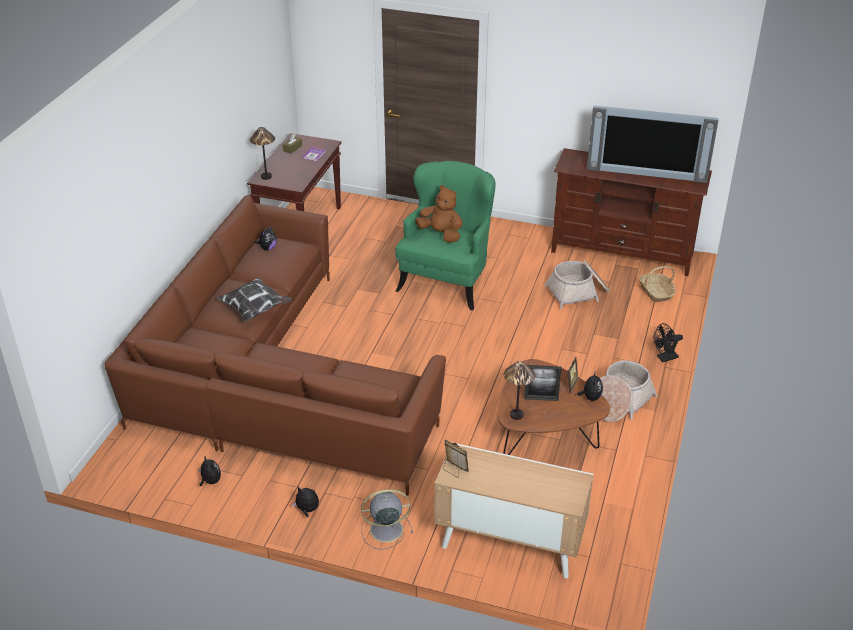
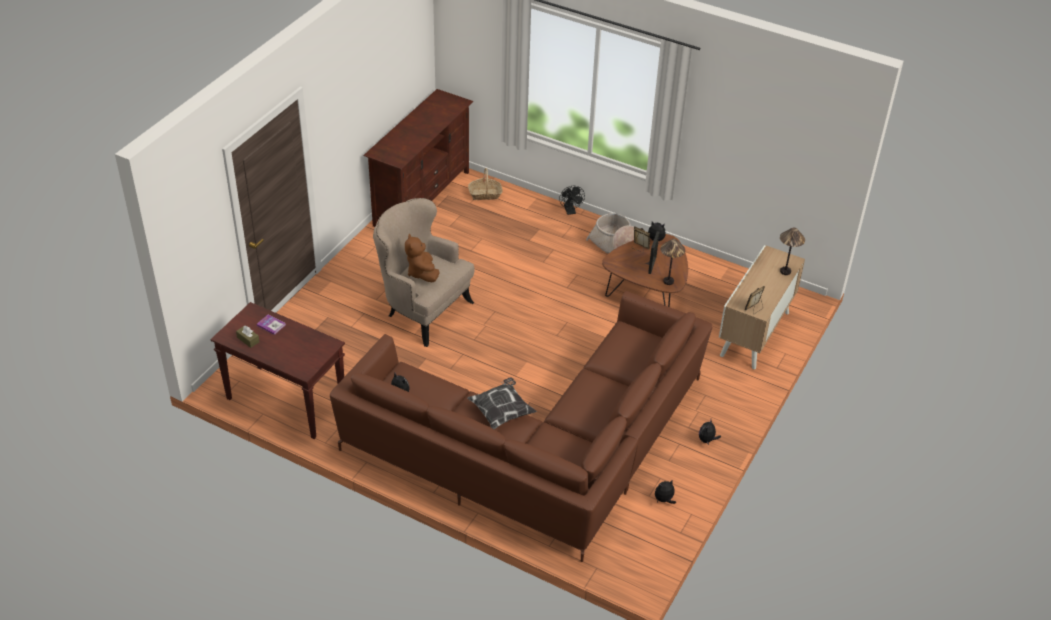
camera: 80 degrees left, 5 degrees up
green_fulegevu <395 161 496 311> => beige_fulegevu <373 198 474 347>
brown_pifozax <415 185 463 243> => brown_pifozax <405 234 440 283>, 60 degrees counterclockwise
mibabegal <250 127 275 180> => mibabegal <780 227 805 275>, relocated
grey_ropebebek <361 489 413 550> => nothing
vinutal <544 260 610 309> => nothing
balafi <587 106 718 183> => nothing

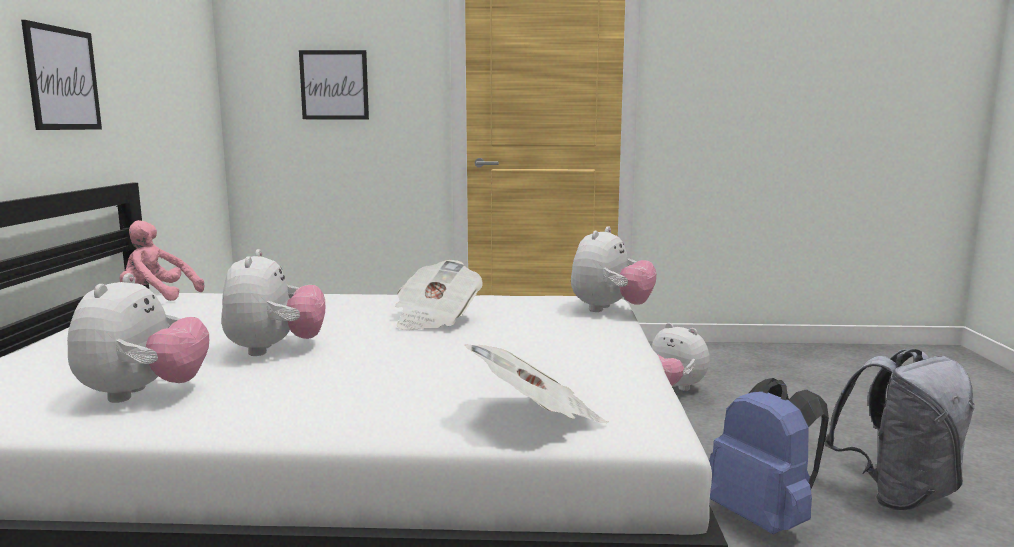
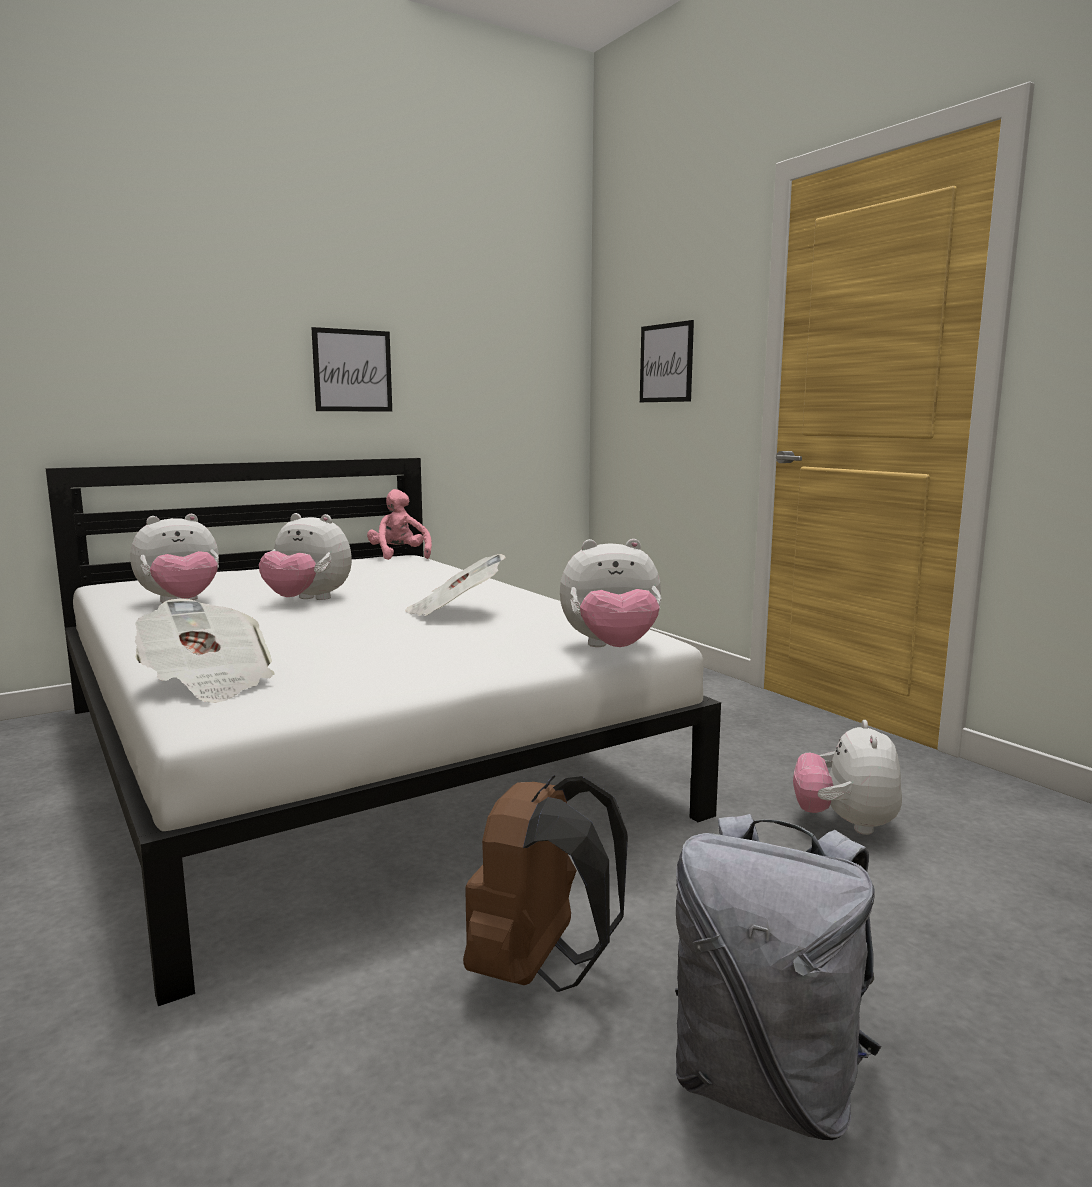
camera: 55 degrees right, 0 degrees up
pifozax <221 249 325 356> => pifozax <259 513 352 600>, 60 degrees clockwise
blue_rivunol <709 378 829 534> => brown_rivunol <463 775 628 992>

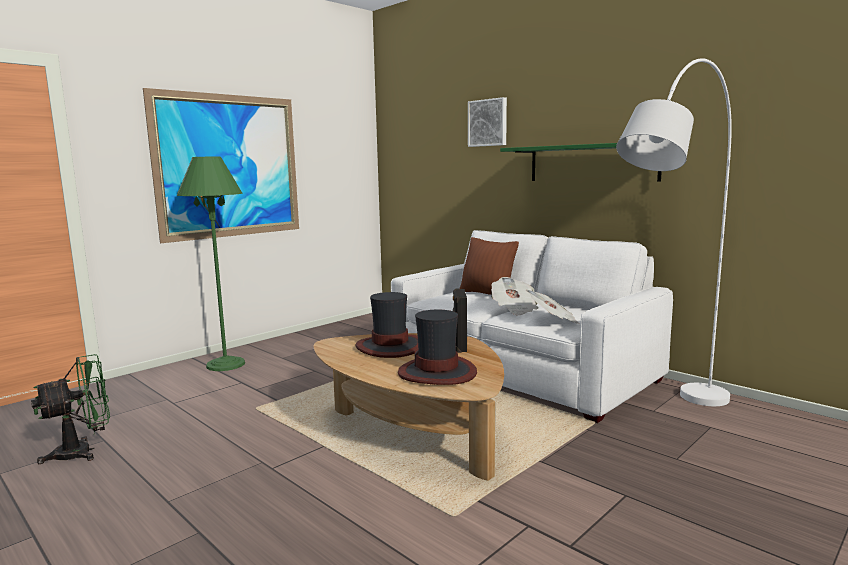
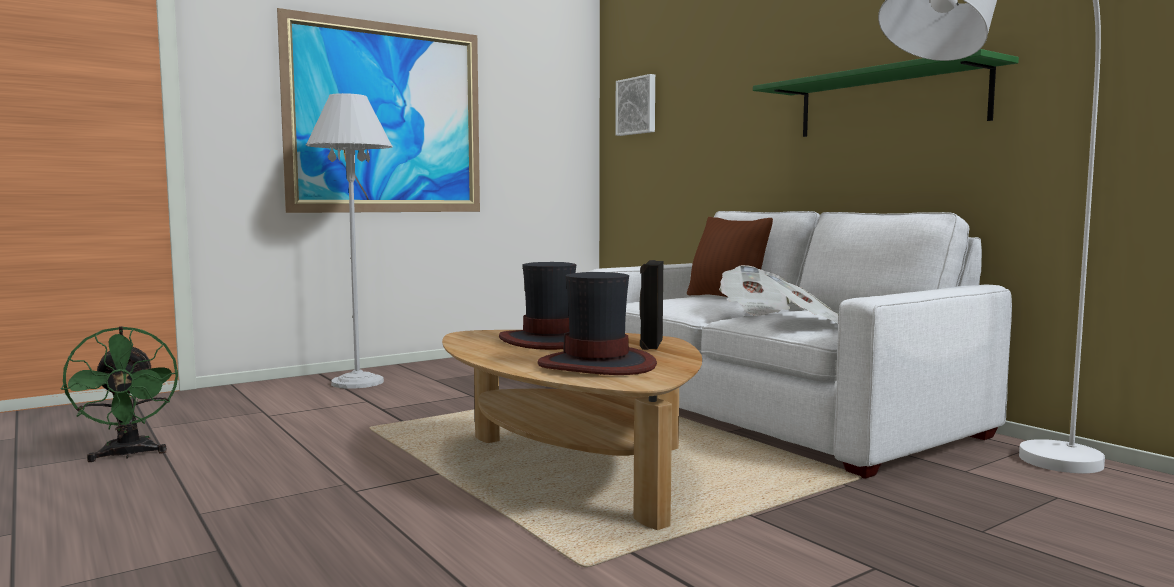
camera: 10 degrees right, 5 degrees down
green_ropebebek <31 354 110 464> => green_ropebebek <61 326 178 462>, 90 degrees clockwise
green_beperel <177 157 245 371> => white_beperel <306 93 393 389>
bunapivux <468 97 507 147> => bunapivux <615 74 655 136>, relocated

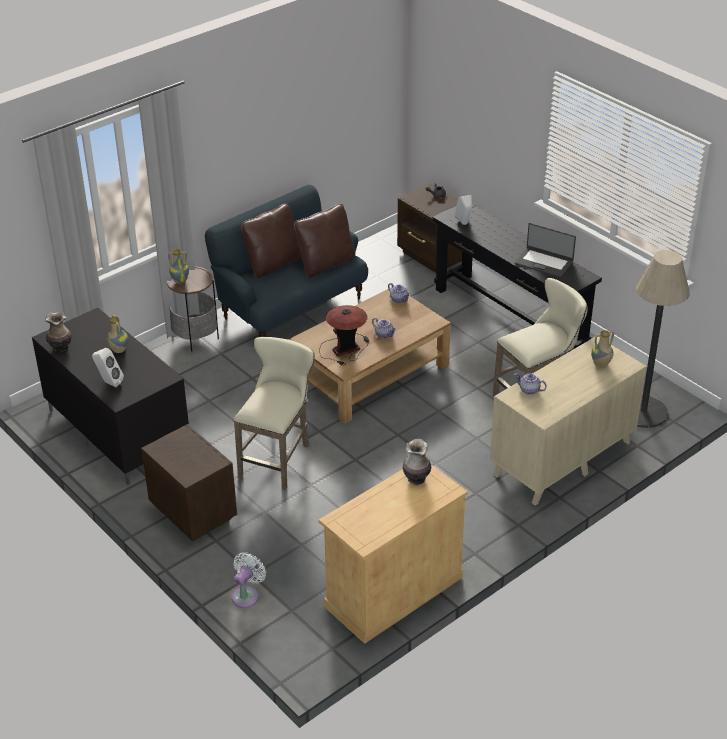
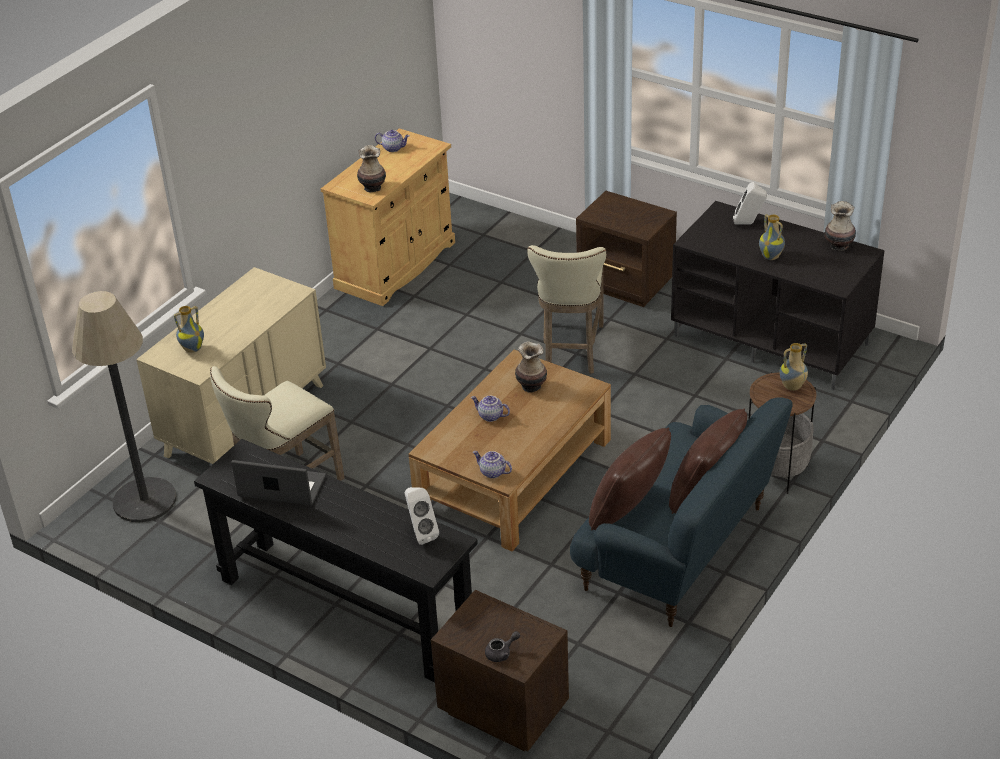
camera: 165 degrees right, 0 degrees up
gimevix <515 373 547 395> => gimevix <375 130 409 152>, relocated
mibabegal <319 305 369 366> => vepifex <515 341 547 393>
white_ropebebek <232 552 266 608> => nothing

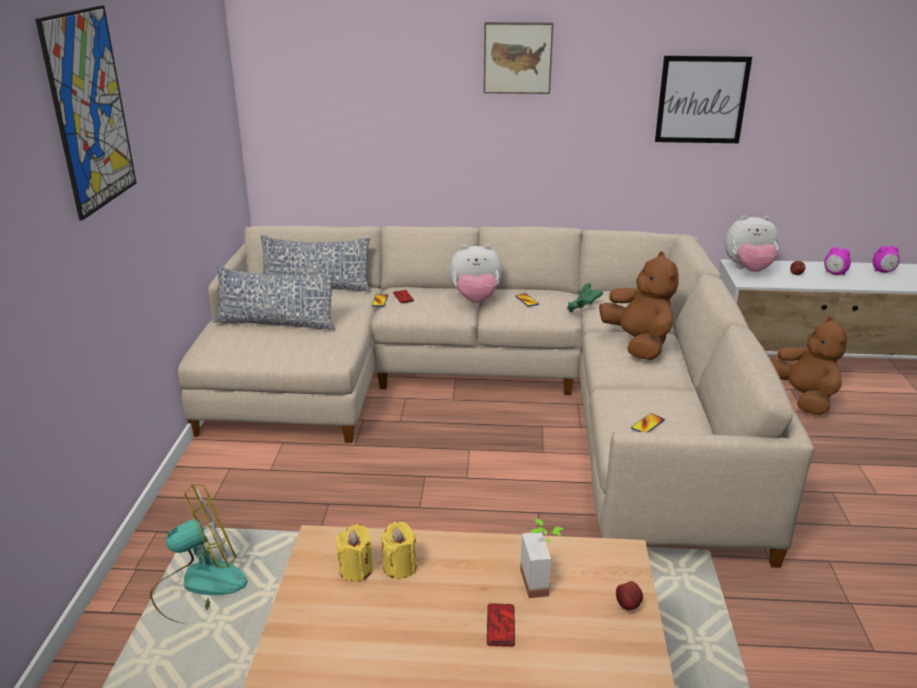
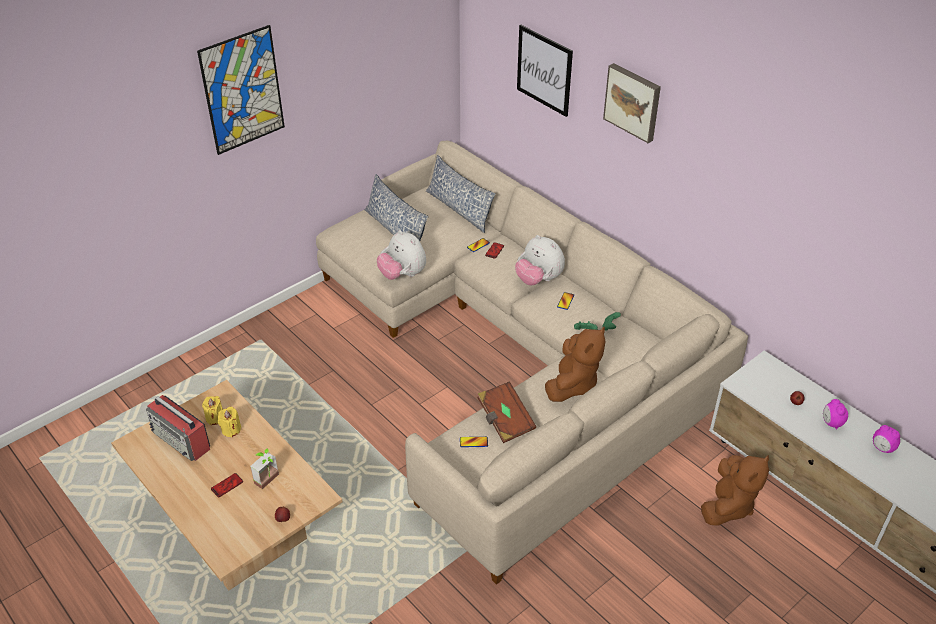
camera: 45 degrees right, 15 degrees up
nothing => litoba <146 395 210 461>
pifozax <724 215 779 272> => pifozax <377 230 426 280>, relocated
nothing => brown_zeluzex <477 381 537 443>
bunapivux <655 55 752 143> => bunapivux <517 25 573 117>, relocated
ropebebek <150 484 248 624> => nothing

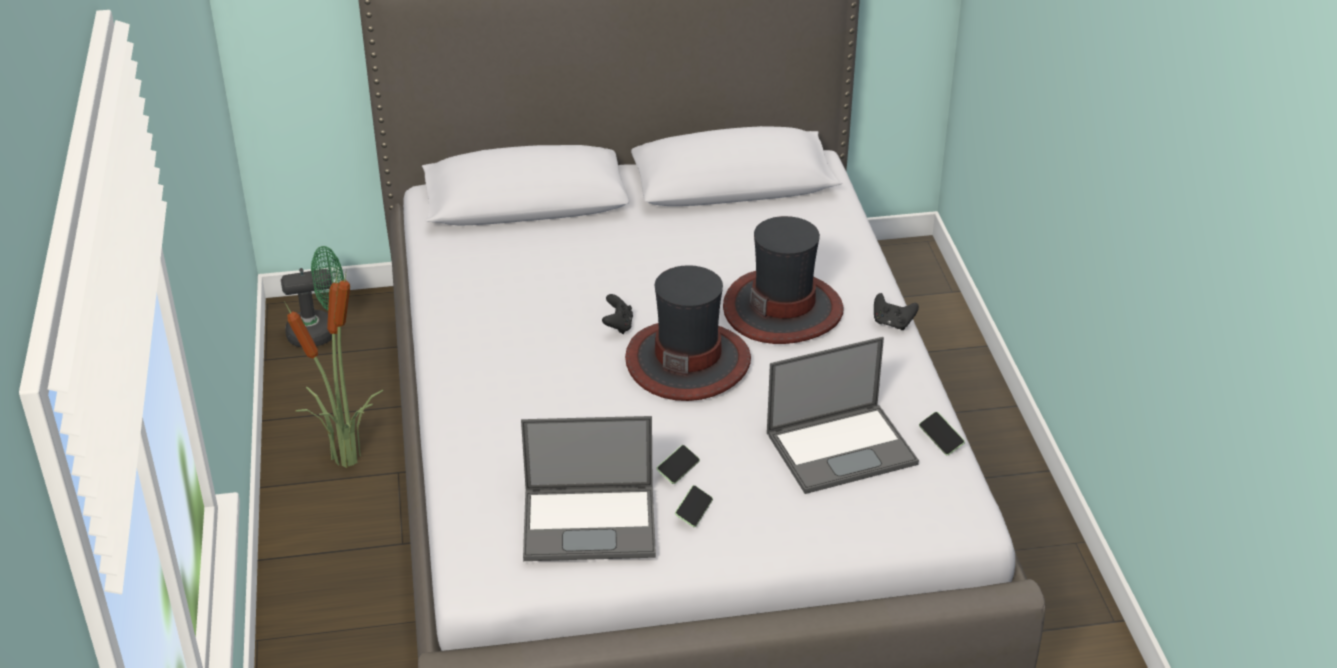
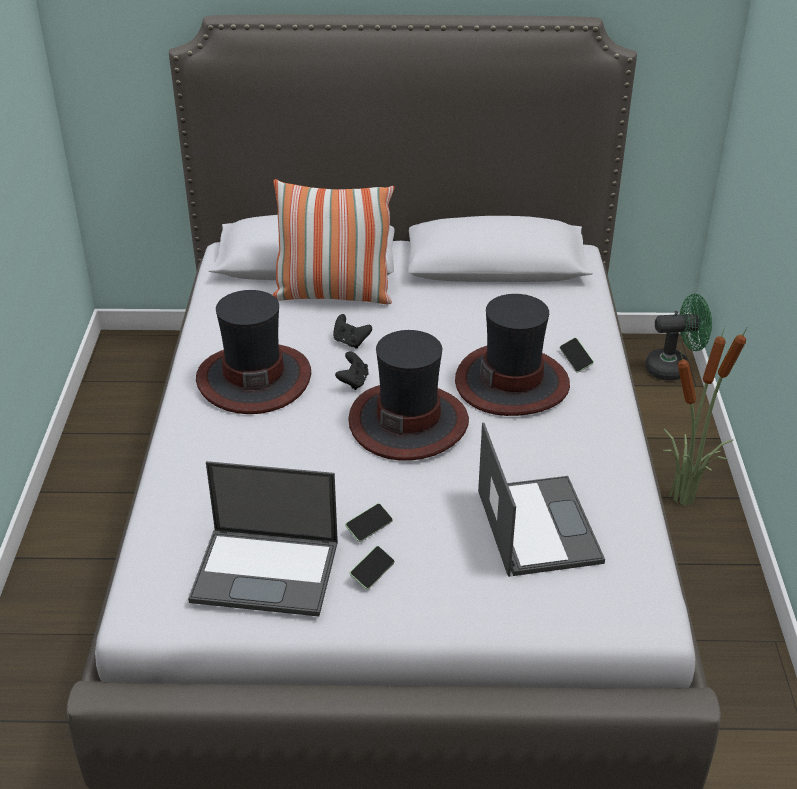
camera: 10 degrees right, 0 degrees up
nothing => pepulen <196 290 311 414>
nothing => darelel <273 179 394 304>
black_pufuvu <874 293 919 330> => black_pufuvu <333 314 372 349>, relocated
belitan <767 337 919 494> => belitan <478 423 605 577>, 90 degrees counterclockwise
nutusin <919 412 965 455> => nutusin <560 338 594 373>, relocated
green_ropebebek <281 246 344 347> => green_ropebebek <645 294 712 380>, relocated
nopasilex <284 273 383 468> => nopasilex <663 324 749 506>, relocated

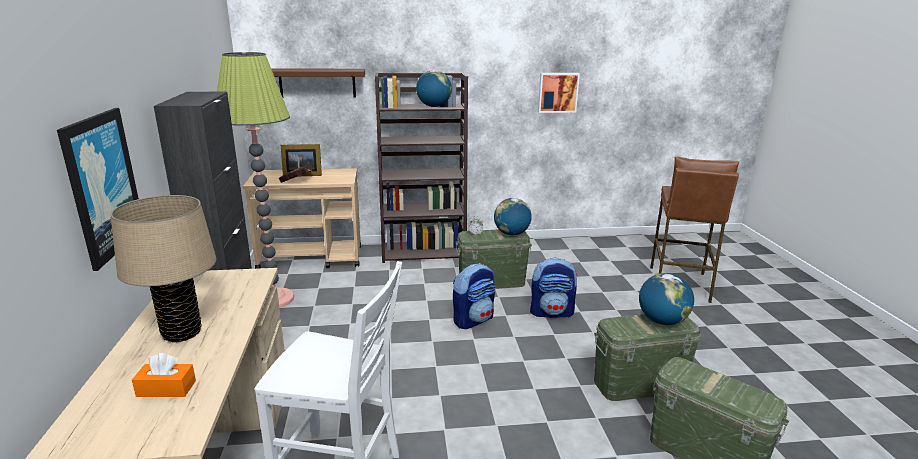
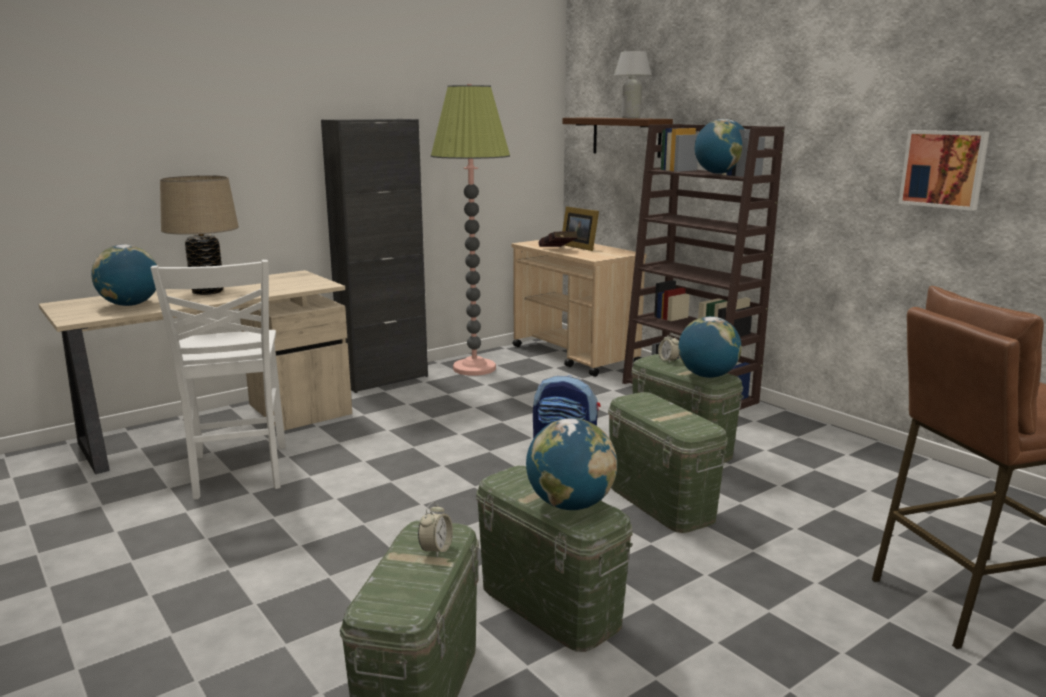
camera: 60 degrees right, 5 degrees down
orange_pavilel <132 353 196 397> => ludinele <91 244 157 306>
nothing => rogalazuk <418 502 453 557>
rivunol <530 258 578 318> => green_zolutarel <608 392 728 533>
nothing => white_mibabegal <614 51 652 118>
bunapivux <57 108 139 271> => nothing

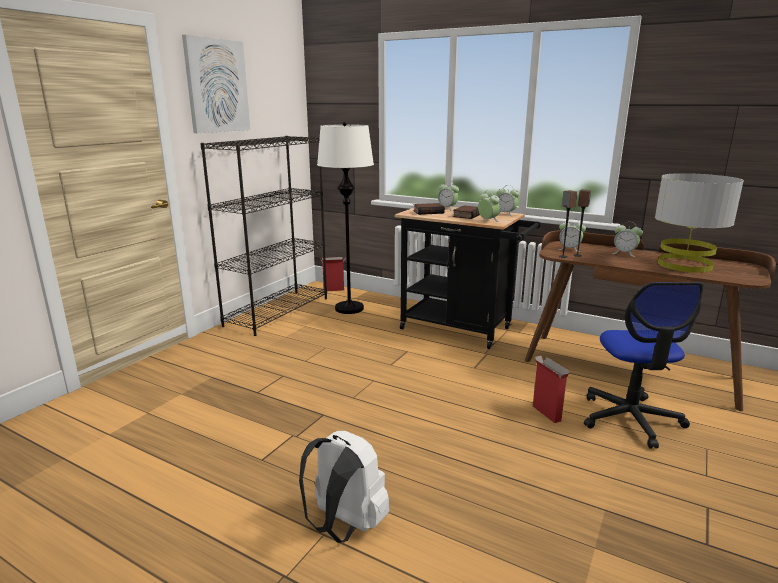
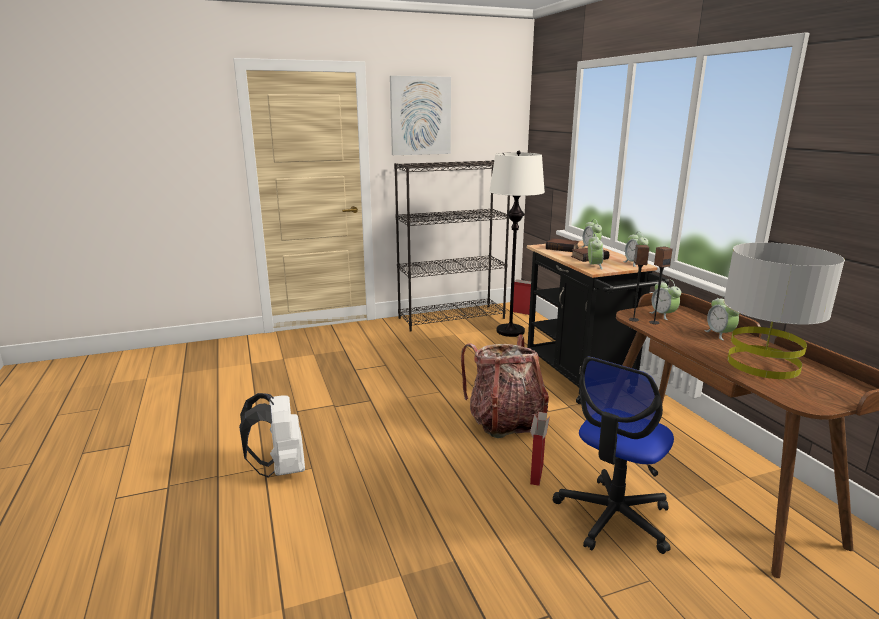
camera: 40 degrees right, 0 degrees up
nothing => rivunol <461 334 549 438>

